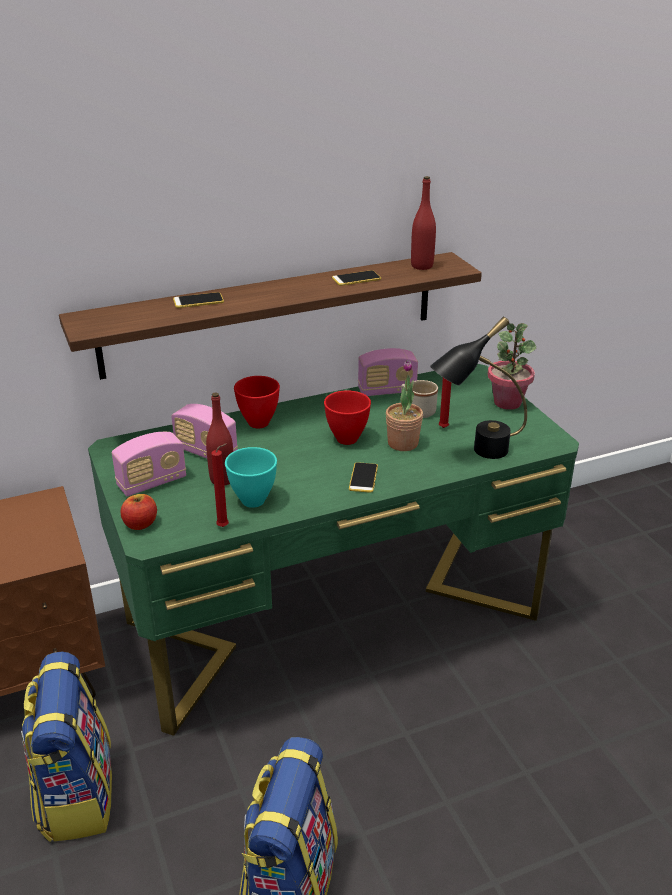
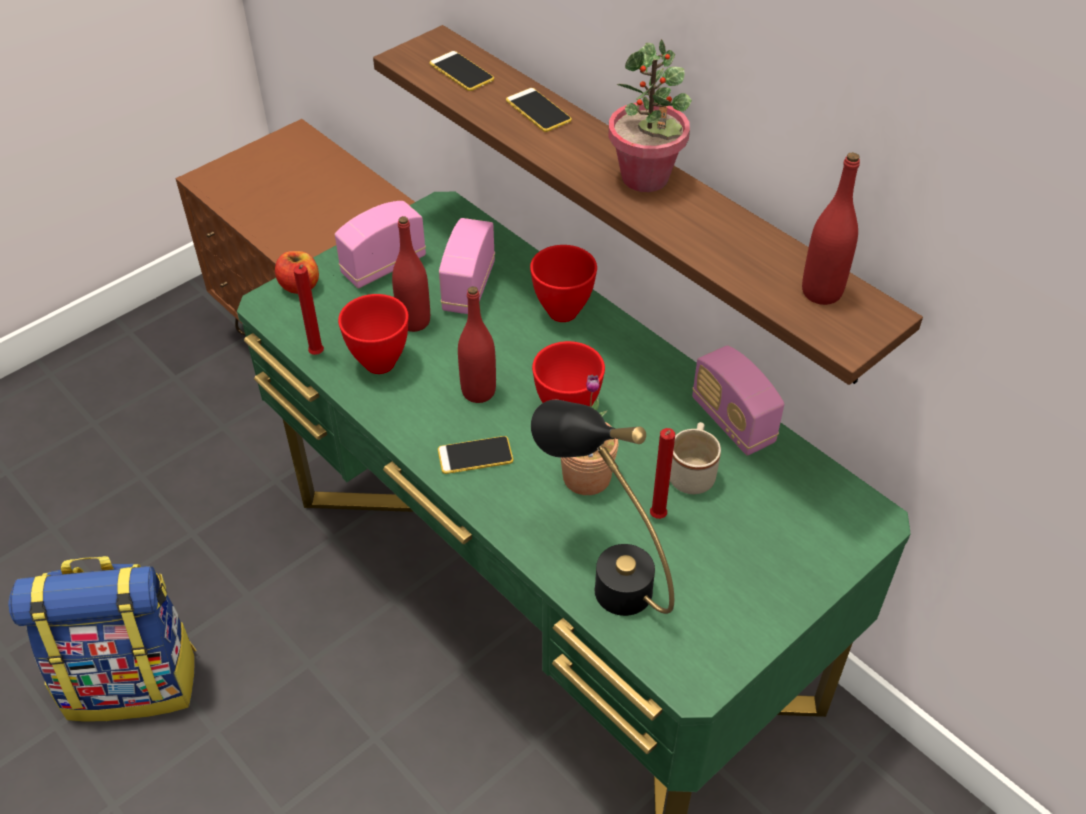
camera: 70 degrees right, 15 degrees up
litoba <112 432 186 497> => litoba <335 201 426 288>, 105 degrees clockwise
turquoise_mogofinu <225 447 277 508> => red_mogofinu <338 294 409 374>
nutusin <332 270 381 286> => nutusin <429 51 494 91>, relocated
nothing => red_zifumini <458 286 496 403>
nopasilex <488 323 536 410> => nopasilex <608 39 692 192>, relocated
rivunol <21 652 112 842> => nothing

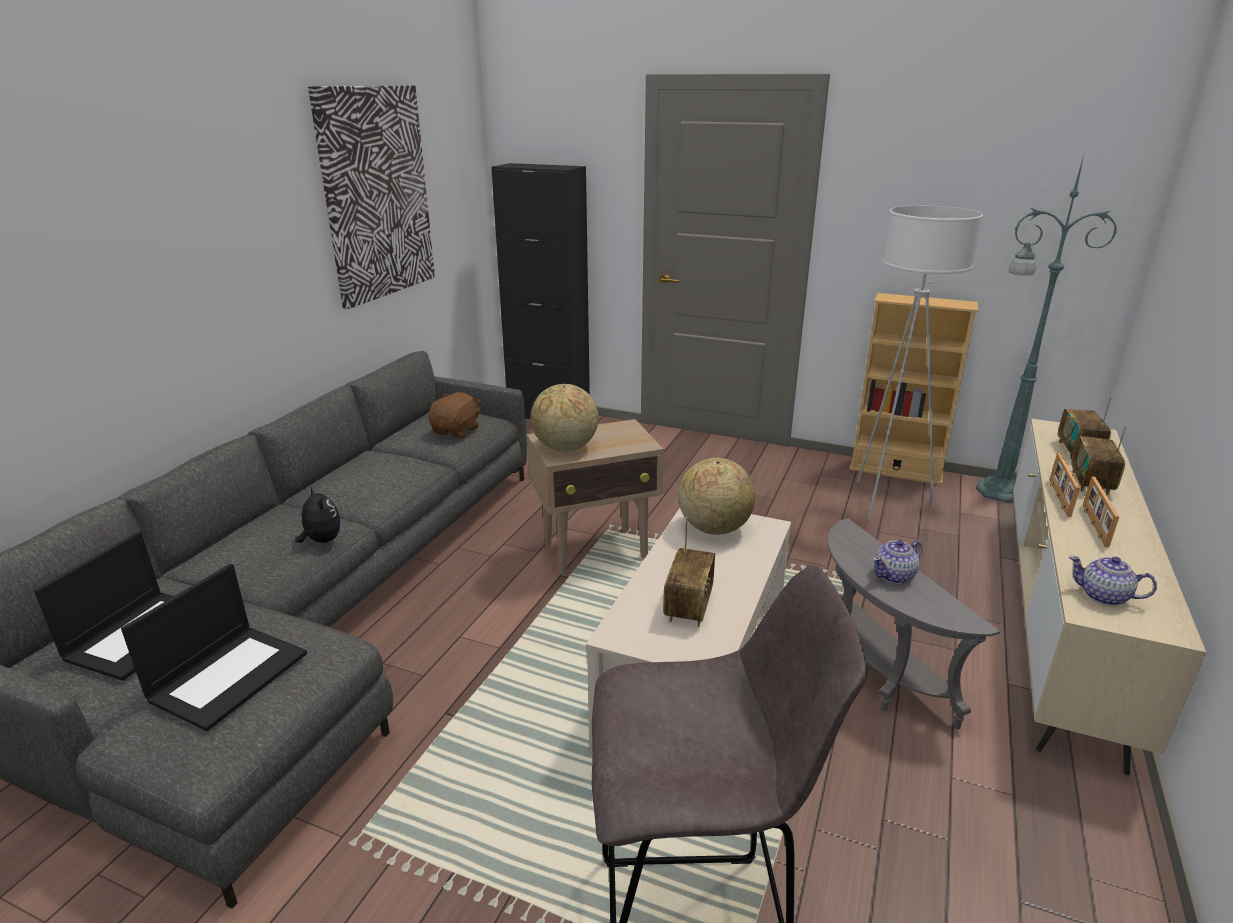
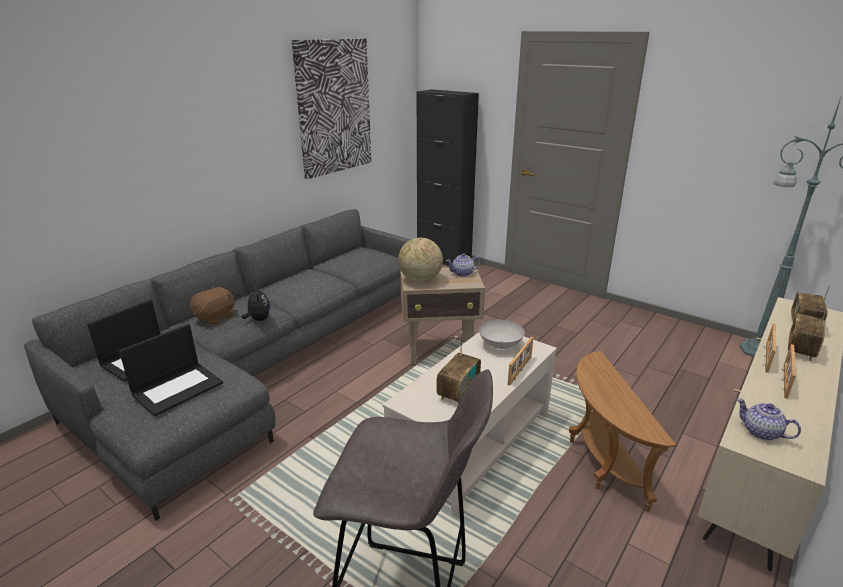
camera: 15 degrees right, 0 degrees up
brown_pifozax <429 392 481 438> => brown_pifozax <190 286 235 325>, relocated
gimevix <873 540 922 584> => gimevix <446 254 480 277>, relocated
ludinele <678 457 756 535> => white_mogofinu <479 320 525 349>
nothing => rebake <507 337 534 386>
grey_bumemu <827 518 1000 730> => brown_bumemu <569 351 676 512>
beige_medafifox <849 293 978 485> => nothing
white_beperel <857 206 983 520> => nothing

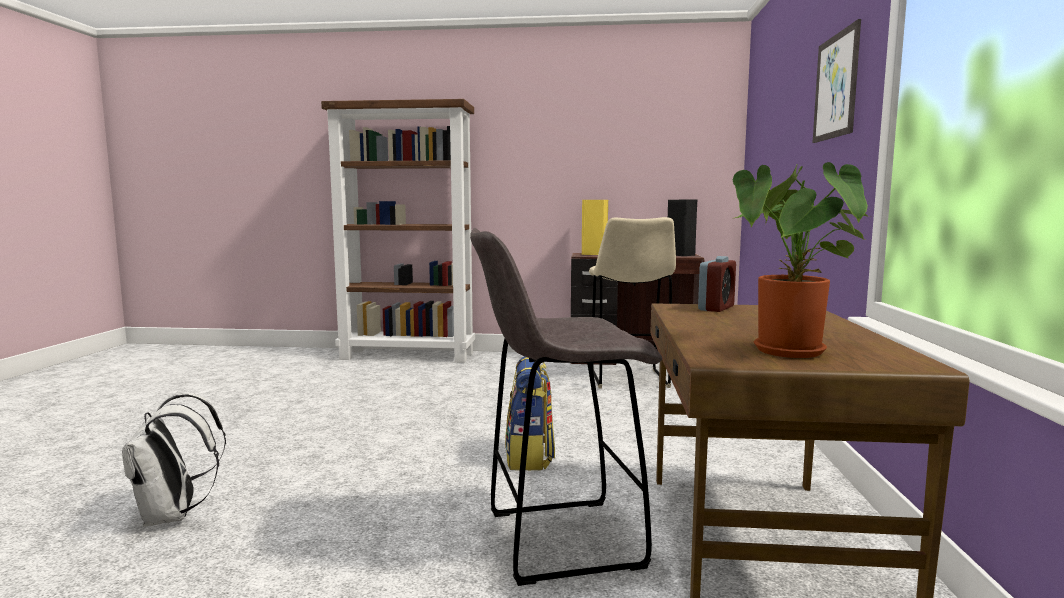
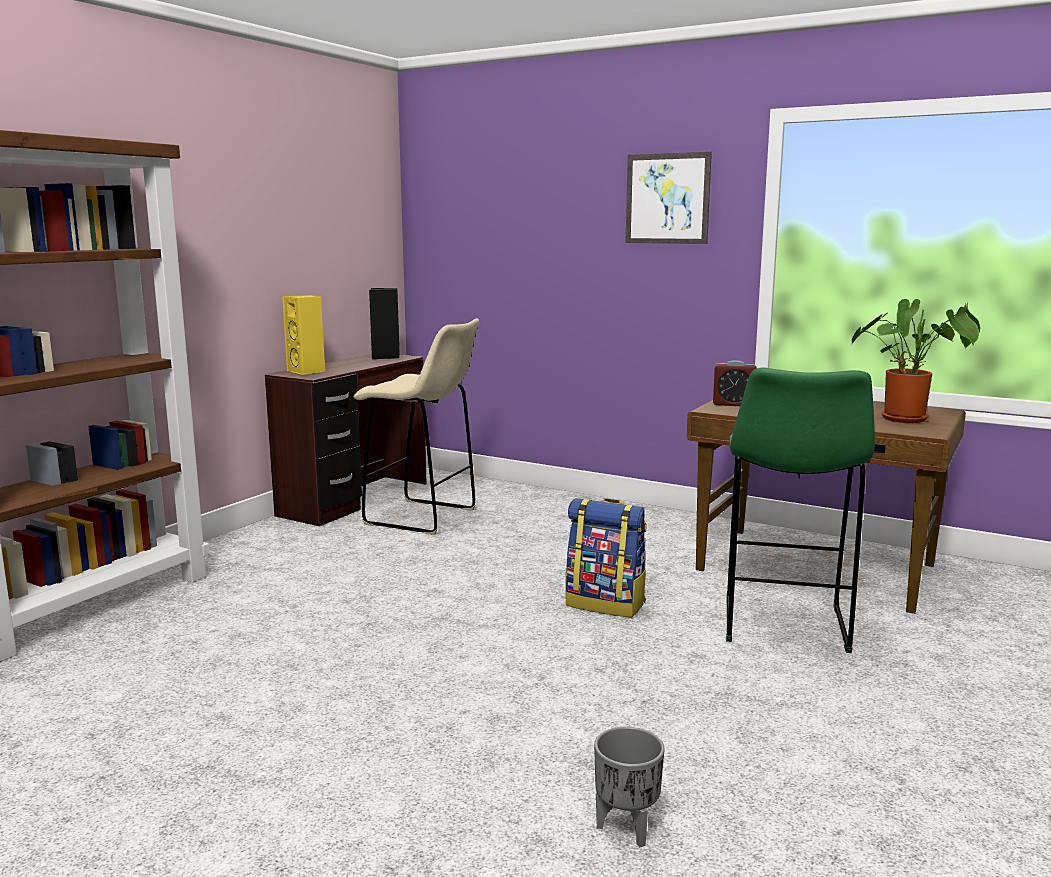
camera: 65 degrees left, 5 degrees up
white_rivunol <122 393 226 527> => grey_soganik <594 727 665 847>
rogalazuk <698 256 736 312> => rogalazuk <713 360 757 406>, 135 degrees clockwise
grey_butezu <470 228 662 586> => green_butezu <726 367 875 653>

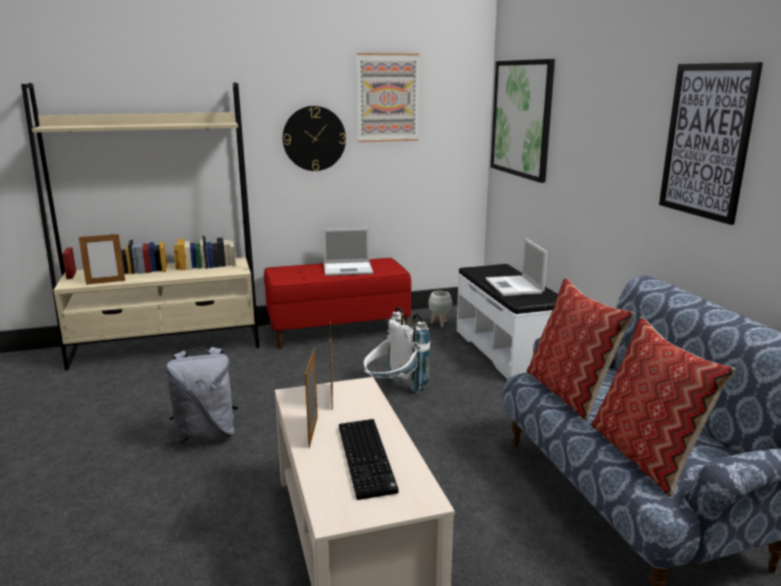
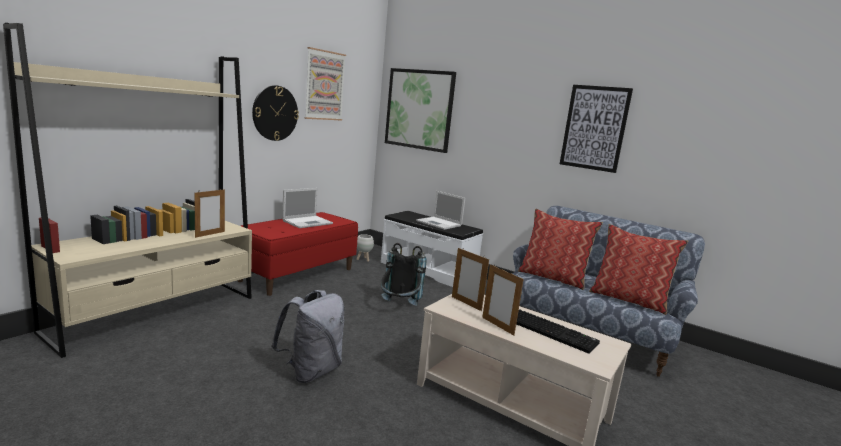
camera: 40 degrees left, 5 degrees down
rebake <78 234 125 285> => rebake <194 189 225 238>, relocated
white_rivunol <363 306 430 394> => black_rivunol <381 243 427 306>

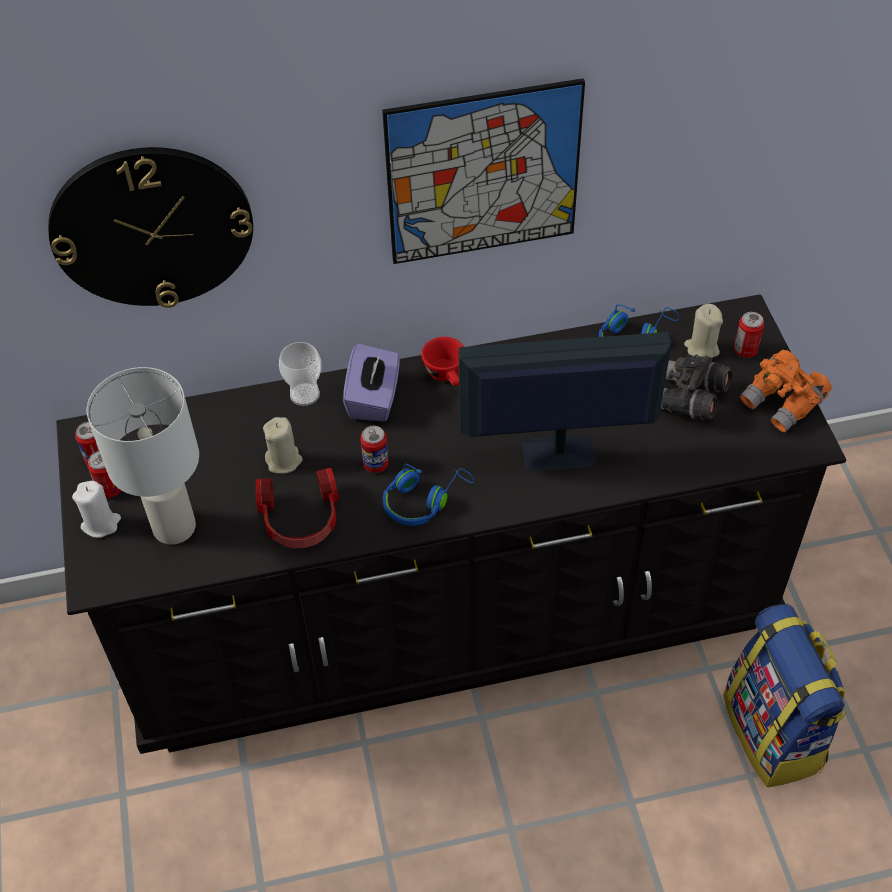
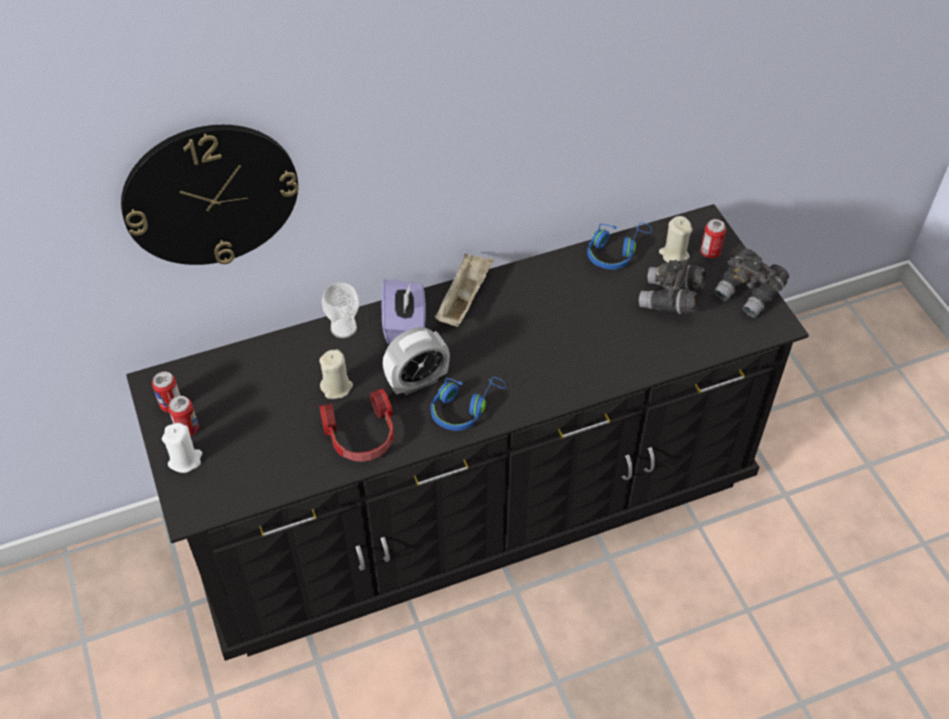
camera: 10 degrees left, 0 degrees up
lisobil <360 426 389 473> => rogalazuk <383 327 450 395>
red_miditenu <421 337 464 386> => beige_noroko <435 253 494 327>
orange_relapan <740 350 832 432> => grey_relapan <714 249 789 318>
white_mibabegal <87 367 199 545> => nothing
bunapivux <382 78 585 264> => nothing
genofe <458 332 672 471> => nothing
rivunol <723 604 847 788> => nothing

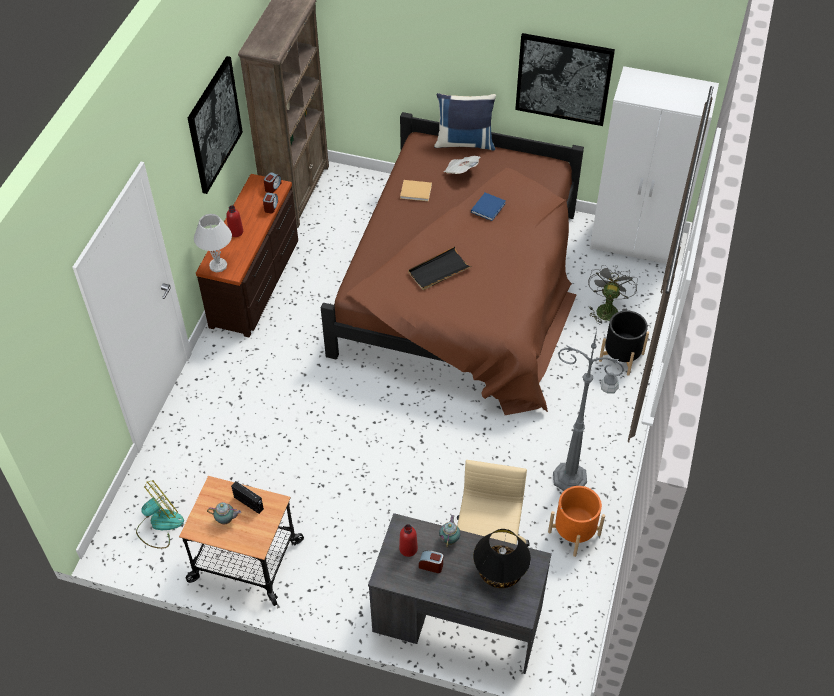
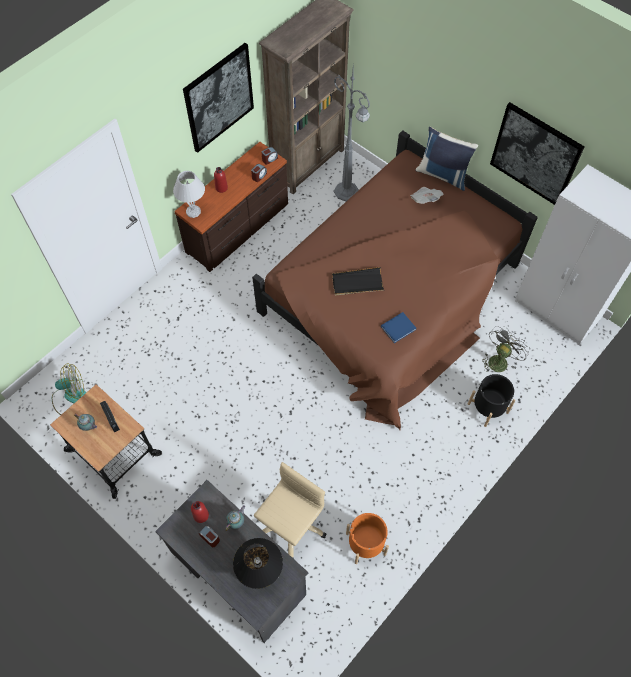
camera: 25 degrees right, 10 degrees up
grey_beperel <553 330 624 491> => grey_beperel <334 70 370 202>, relocated
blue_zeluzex <471 193 506 221> => blue_zeluzex <381 312 416 343>, relocated
beige_zeluzex <400 180 432 202> => nothing

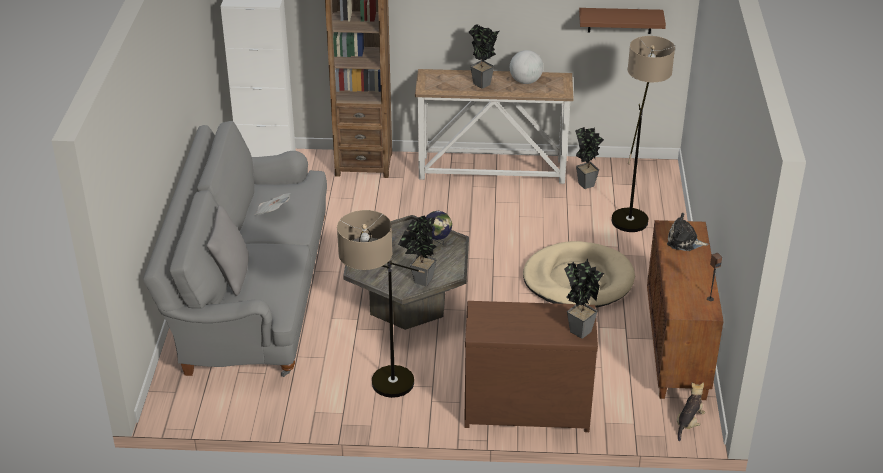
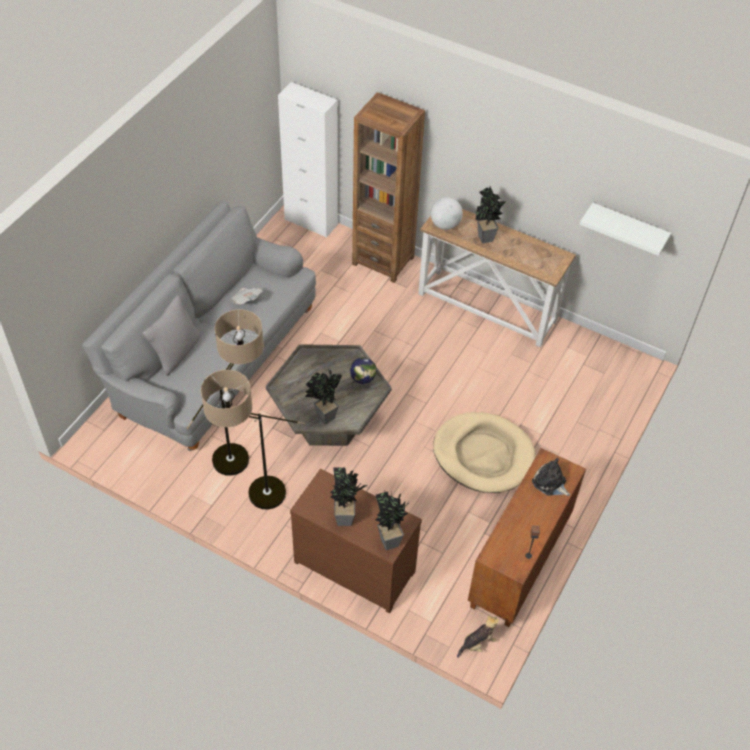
camera: 25 degrees right, 15 degrees up
beperel <611 36 675 232> => beperel <186 310 264 476>, relocated
nopasilex <575 127 604 189> => nopasilex <330 467 367 526>, relocated
ludinele <510 50 543 84> => ludinele <431 197 463 230>, relocated
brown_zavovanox <579 8 666 34> => white_zavovanox <580 203 671 256>

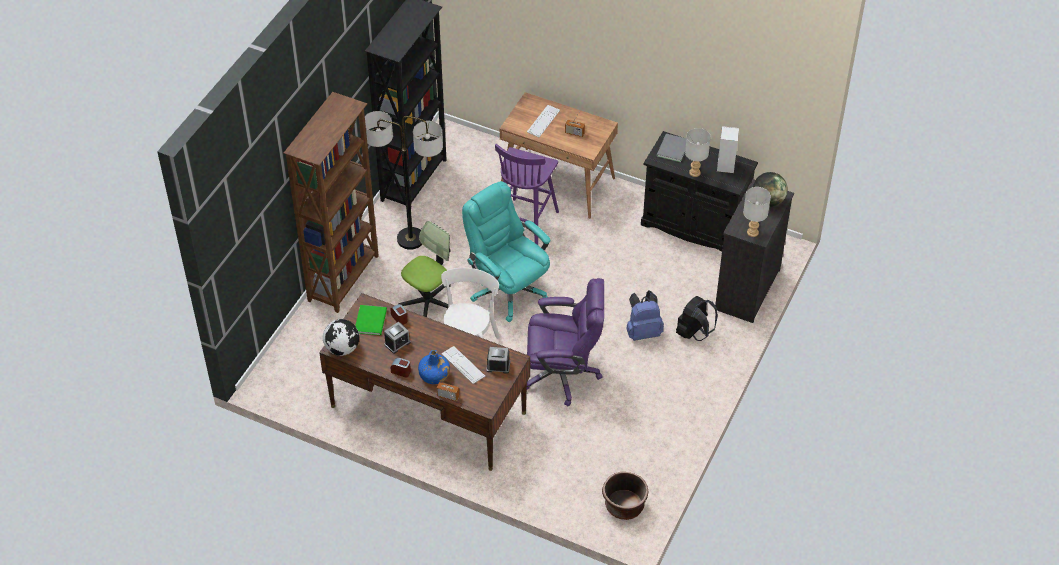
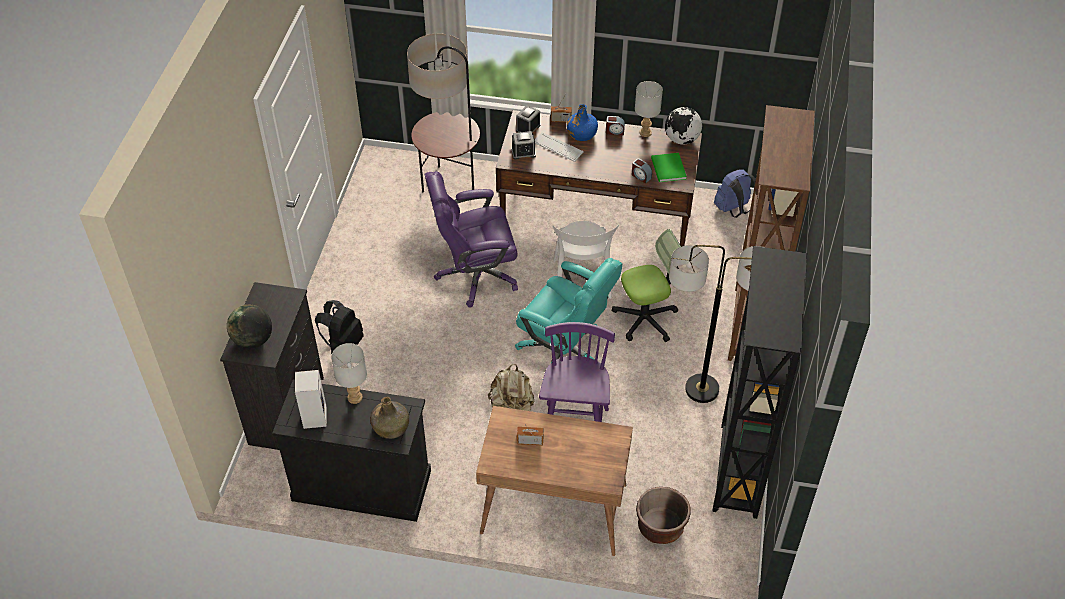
camera: 165 degrees right, 0 degrees up
grey_zeluzex <657 134 686 162> => green_zifumini <370 397 409 439>
nothing => beperel <407 33 480 192>
nothing => beige_rivunol <488 364 535 411>
rogalazuk <384 322 411 354> => rogalazuk <516 105 541 133>, relocated
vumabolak <399 221 451 317> => vumabolak <612 229 681 342>, 135 degrees counterclockwise
grey_mibabegal <743 187 771 237> => grey_mibabegal <635 81 663 137>, relocated
brown_soganik <602 472 648 520> => brown_soganik <636 487 691 544>, relocated
blue_rivunol <627 290 664 341> => blue_rivunol <714 169 756 218>, relocated
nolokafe <527 105 560 137> => nothing

